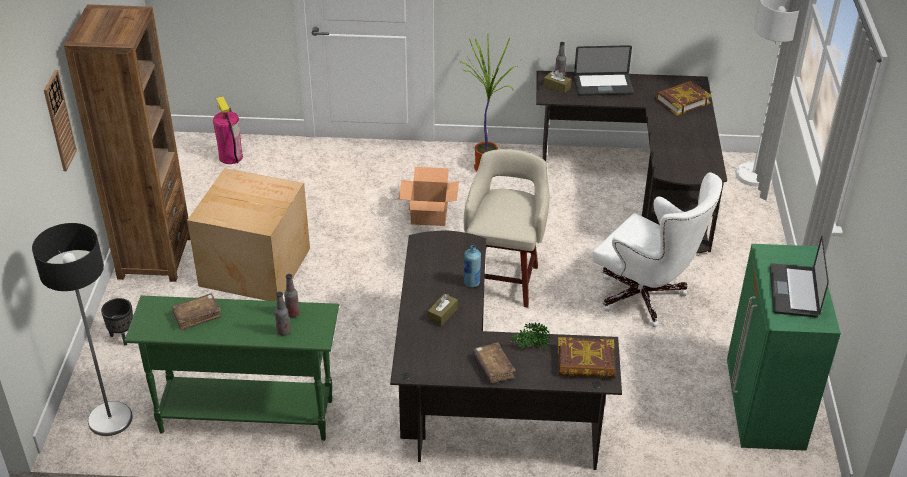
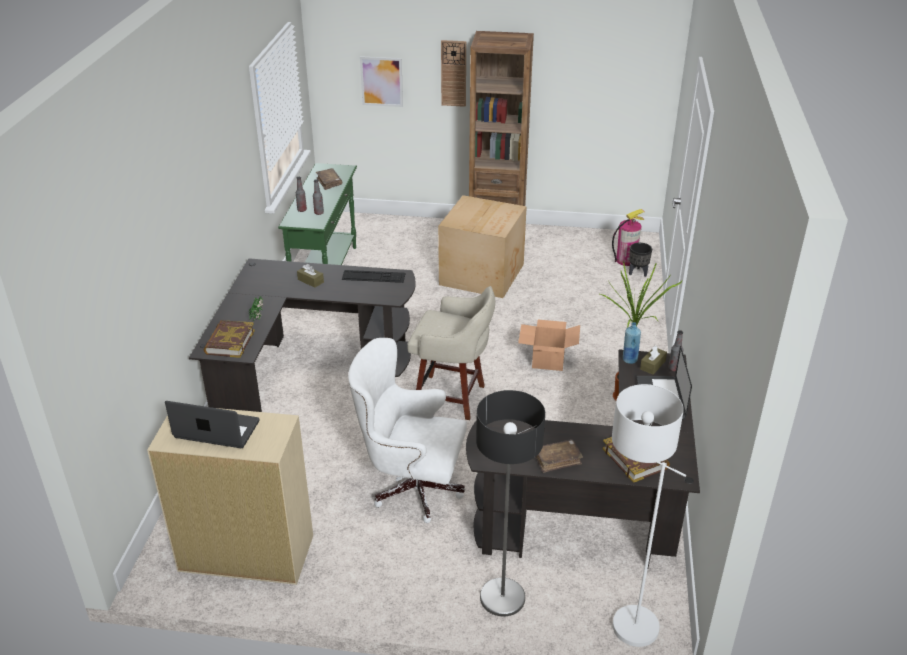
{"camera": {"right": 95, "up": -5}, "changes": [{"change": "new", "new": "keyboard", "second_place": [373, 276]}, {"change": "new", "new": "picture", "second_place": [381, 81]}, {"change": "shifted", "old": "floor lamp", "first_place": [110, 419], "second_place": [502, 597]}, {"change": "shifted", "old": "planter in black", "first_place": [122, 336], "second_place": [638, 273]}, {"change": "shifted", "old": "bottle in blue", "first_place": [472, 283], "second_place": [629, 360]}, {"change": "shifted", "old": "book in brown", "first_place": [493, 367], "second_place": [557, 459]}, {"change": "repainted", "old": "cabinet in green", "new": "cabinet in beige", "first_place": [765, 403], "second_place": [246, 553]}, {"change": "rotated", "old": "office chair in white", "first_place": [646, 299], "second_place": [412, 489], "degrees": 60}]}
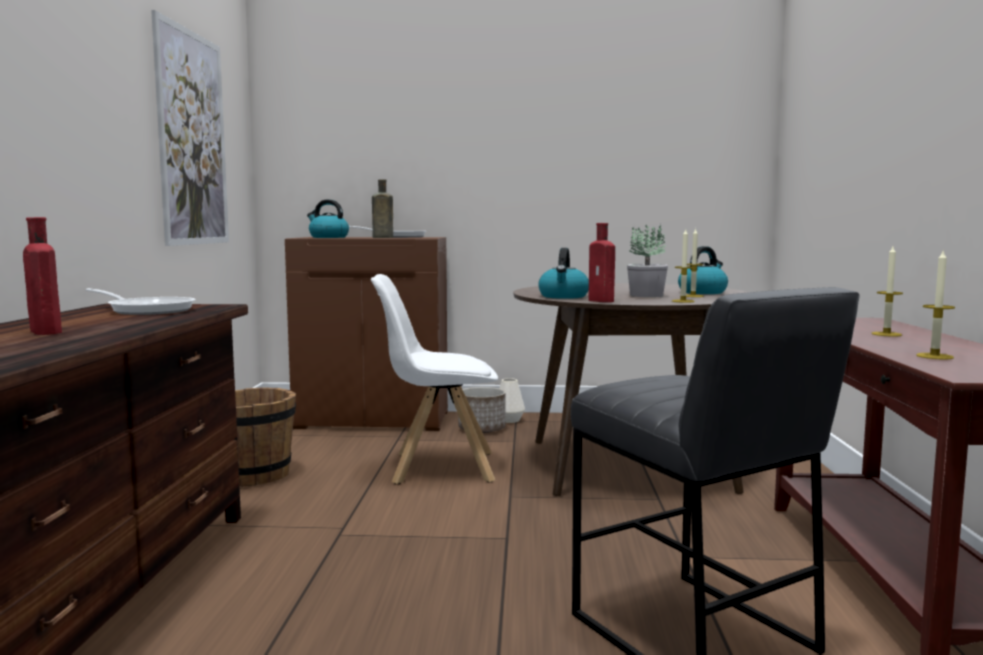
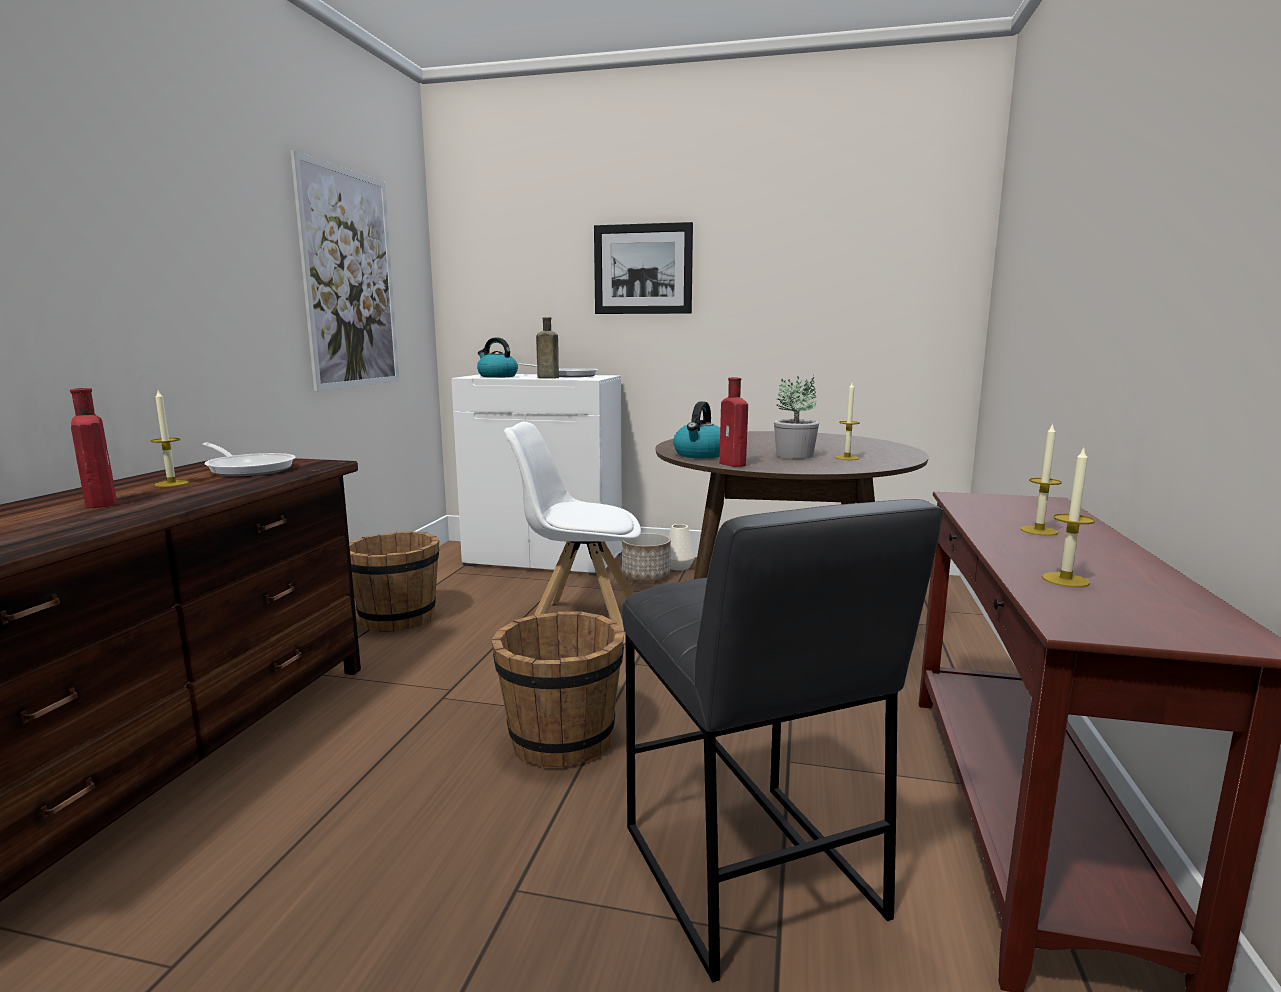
{"camera": {"right": 10, "up": 5}, "changes": [{"change": "gone", "old": "kettle", "first_place": [702, 292]}, {"change": "new", "new": "bucket in brown", "second_place": [561, 739]}, {"change": "new", "new": "picture", "second_place": [643, 269]}, {"change": "shifted", "old": "candle", "first_place": [683, 301], "second_place": [171, 483]}, {"change": "repainted", "old": "cabinet in brown", "new": "cabinet in white", "first_place": [374, 420], "second_place": [545, 559]}]}
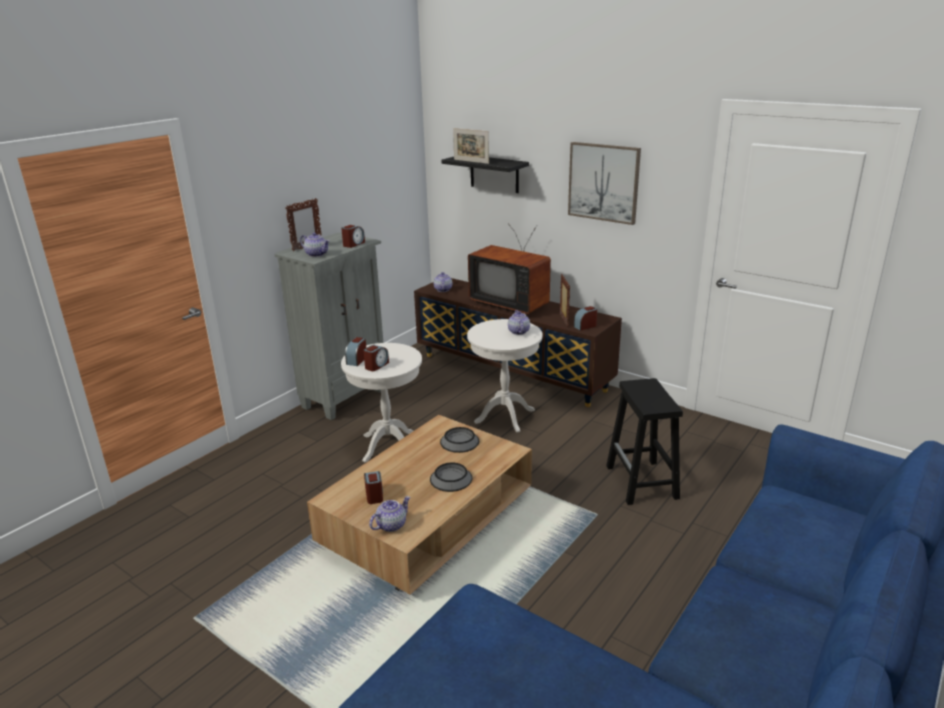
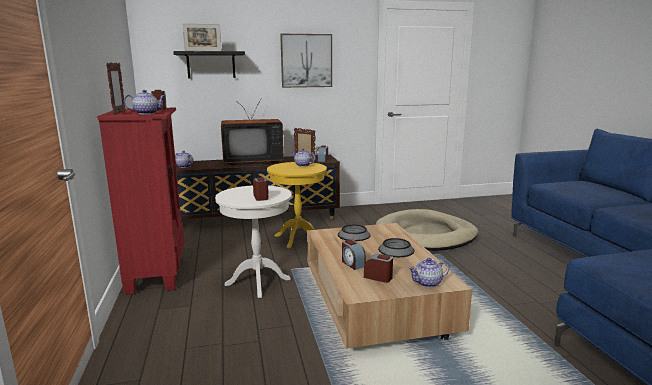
{"camera": {"right": -50, "up": -10}, "changes": [{"change": "shifted", "old": "alarm clock", "first_place": [357, 360], "second_place": [352, 264]}, {"change": "swapped", "old": "stool in black", "new": "dog bed in beige", "first_place": [642, 483], "second_place": [425, 235]}, {"change": "repainted", "old": "cabinet in grey", "new": "cabinet in red", "first_place": [344, 399], "second_place": [157, 275]}, {"change": "repainted", "old": "side table in white", "new": "side table in yellow", "first_place": [504, 416], "second_place": [298, 238]}, {"change": "rotated", "old": "teapot", "first_place": [391, 525], "second_place": [428, 283], "degrees": -105}]}
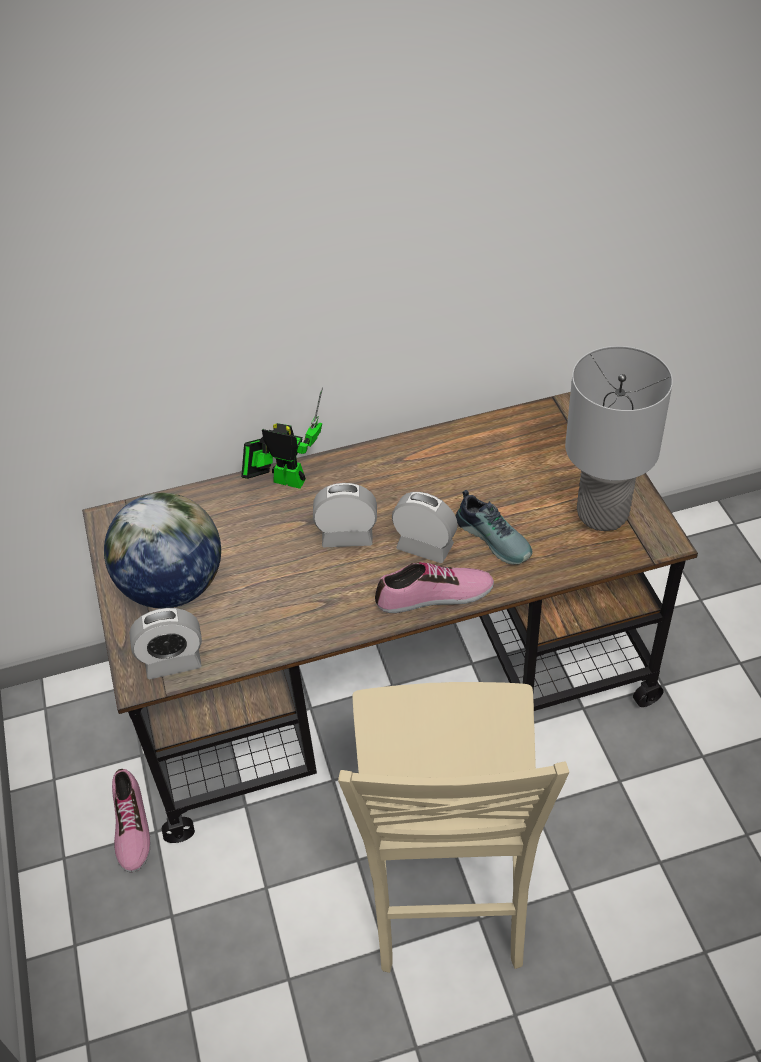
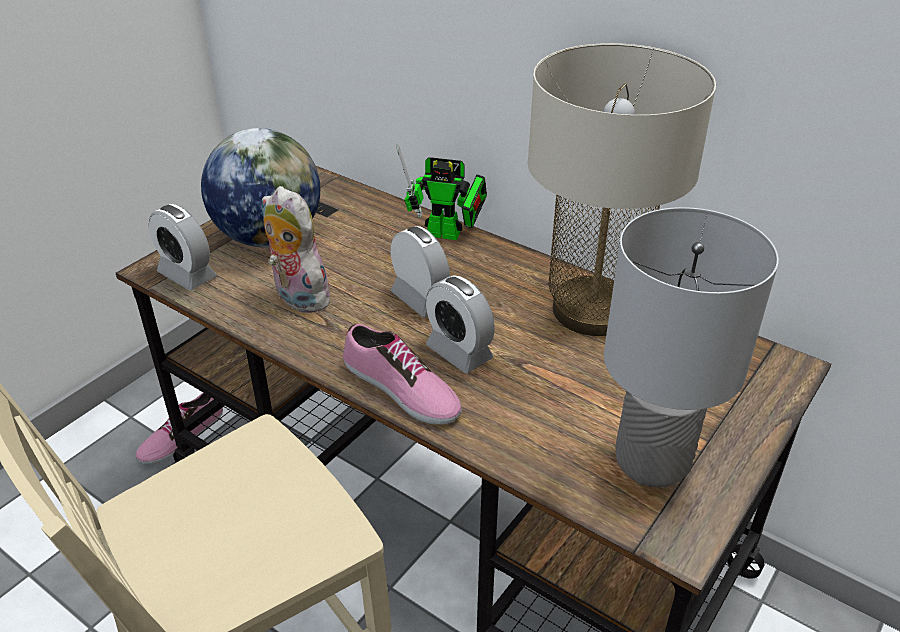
{"camera": {"right": 50, "up": -10}, "changes": [{"change": "gone", "old": "shoe", "first_place": [495, 537]}, {"change": "new", "new": "plush toy", "second_place": [297, 298]}, {"change": "new", "new": "table lamp", "second_place": [593, 311]}, {"change": "rotated", "old": "toy robot", "first_place": [284, 479], "second_place": [449, 234], "degrees": 120}, {"change": "rotated", "old": "alarm clock", "first_place": [425, 546], "second_place": [459, 352], "degrees": 150}]}
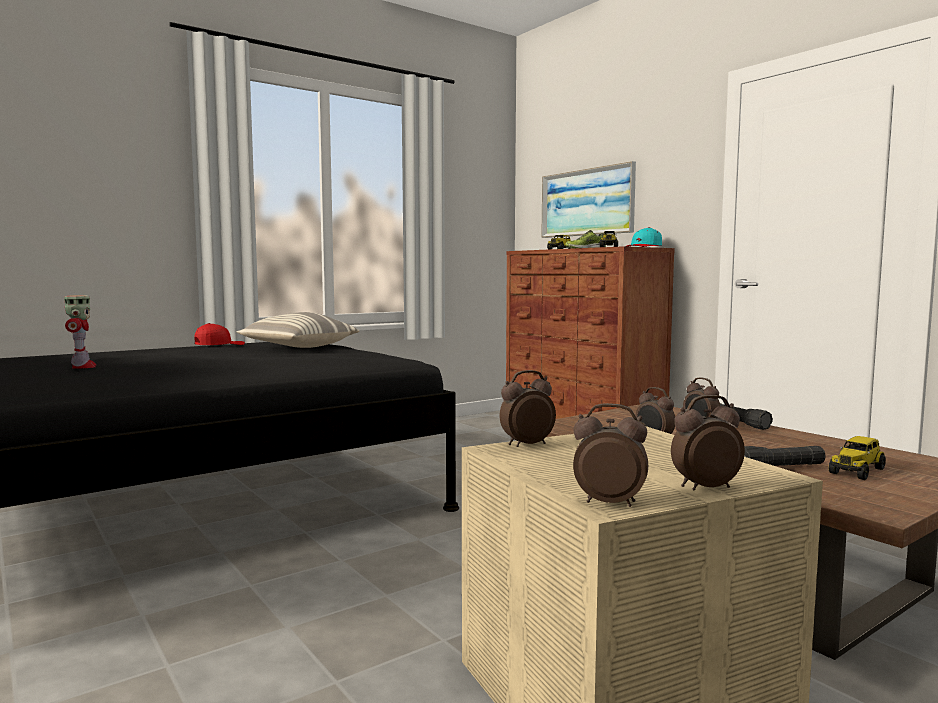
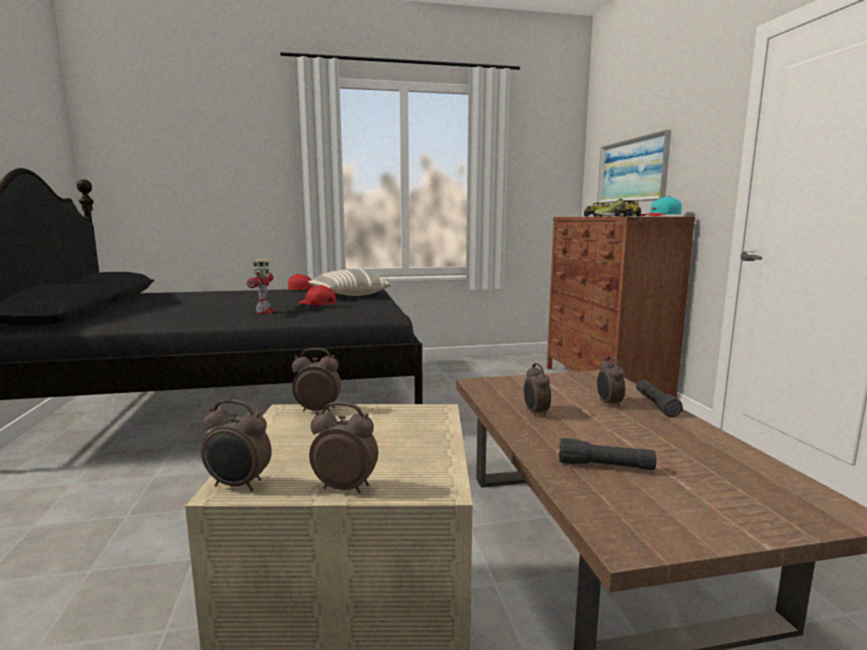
{"camera": {"right": 25, "up": 5}, "changes": [{"change": "gone", "old": "toy truck", "first_place": [857, 471]}, {"change": "new", "new": "cap in red", "second_place": [317, 304]}, {"change": "shifted", "old": "toy robot", "first_place": [82, 367], "second_place": [264, 312]}, {"change": "rotated", "old": "alarm clock", "first_place": [609, 502], "second_place": [238, 485], "degrees": 150}]}
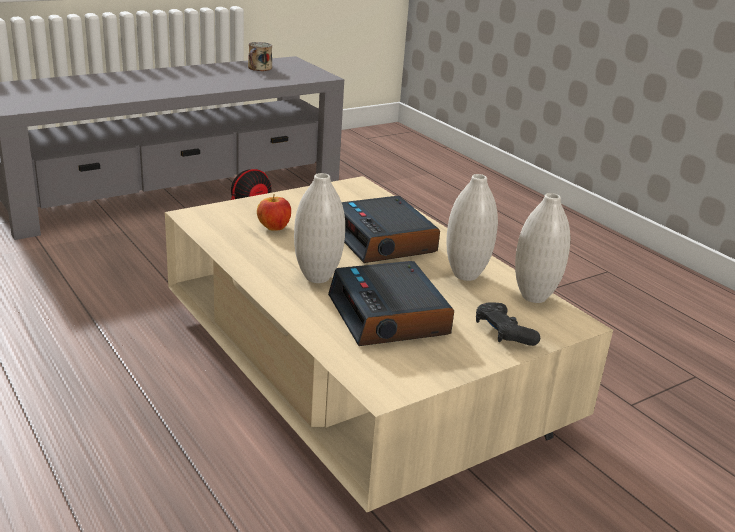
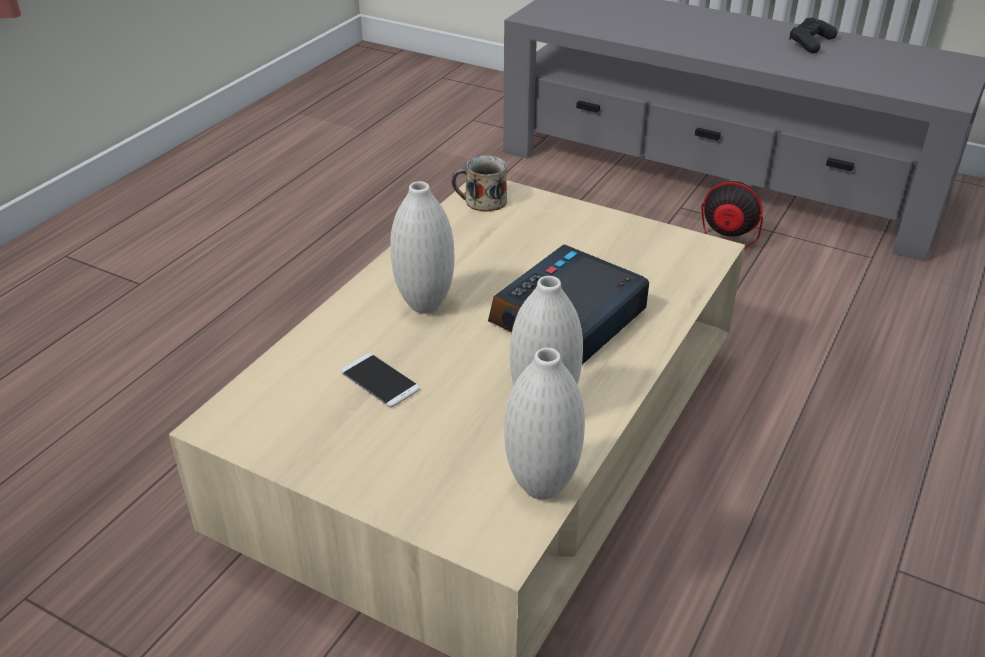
{"camera": {"right": 65, "up": 10}, "changes": [{"change": "gone", "old": "apple", "first_place": [274, 227]}, {"change": "shifted", "old": "mug", "first_place": [259, 68], "second_place": [483, 201]}, {"change": "shifted", "old": "game controller in black", "first_place": [503, 333], "second_place": [810, 43]}, {"change": "swapped", "old": "alarm clock", "new": "phone", "first_place": [390, 316], "second_place": [379, 381]}]}
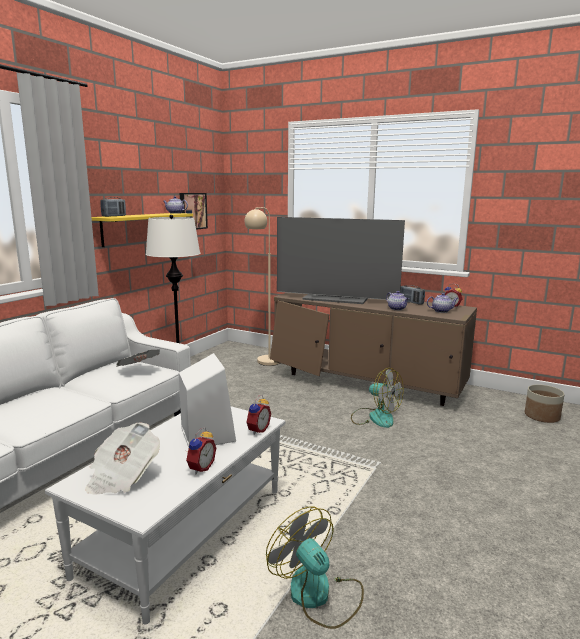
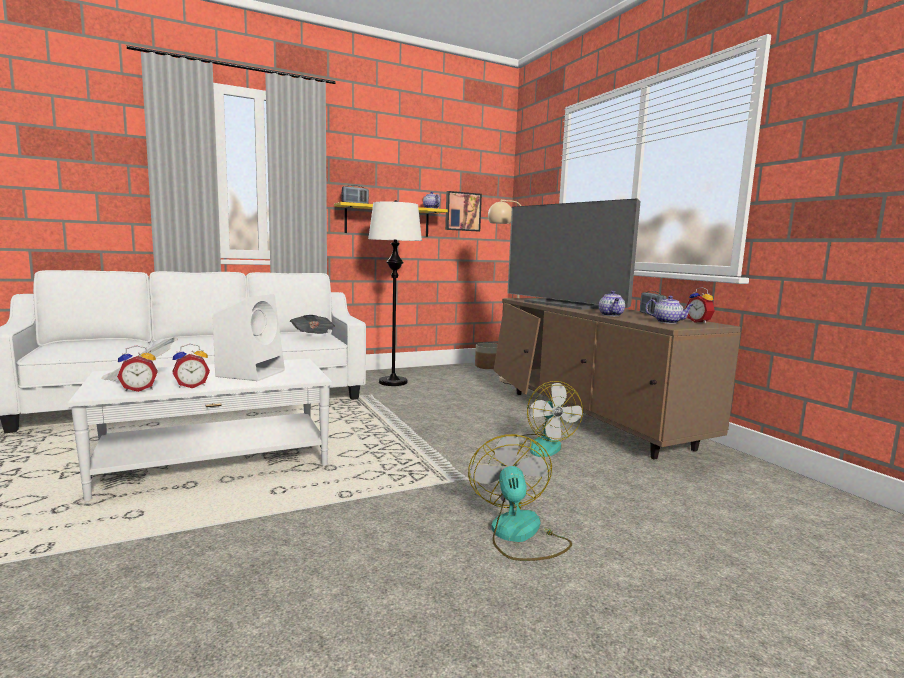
{"camera": {"right": 35, "up": -5}, "changes": [{"change": "shifted", "old": "alarm clock", "first_place": [257, 430], "second_place": [139, 389]}, {"change": "shifted", "old": "fan", "first_place": [318, 595], "second_place": [519, 535]}, {"change": "shifted", "old": "planter", "first_place": [542, 416], "second_place": [487, 366]}]}
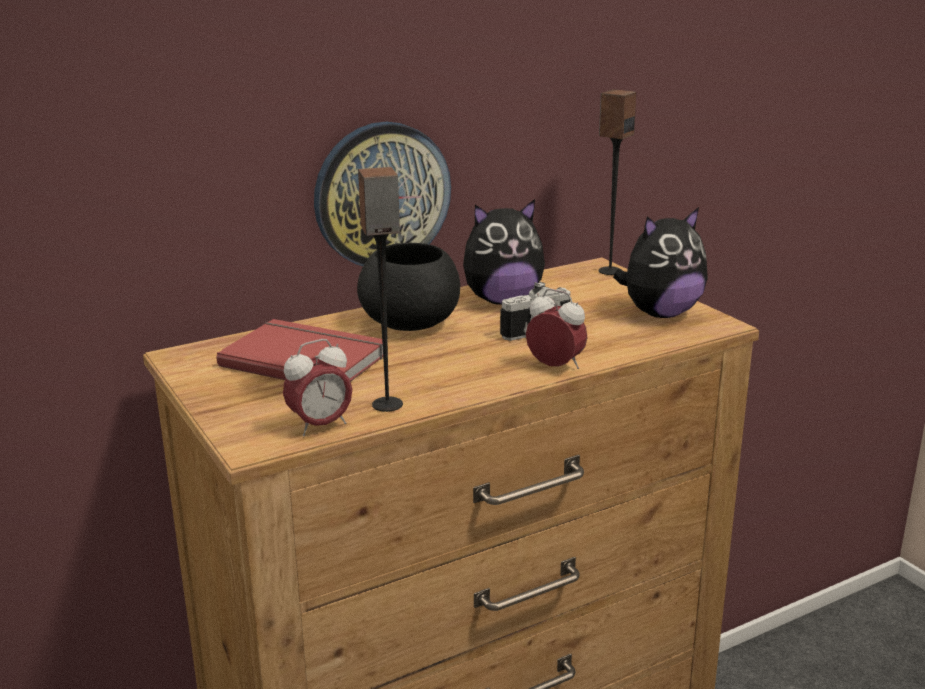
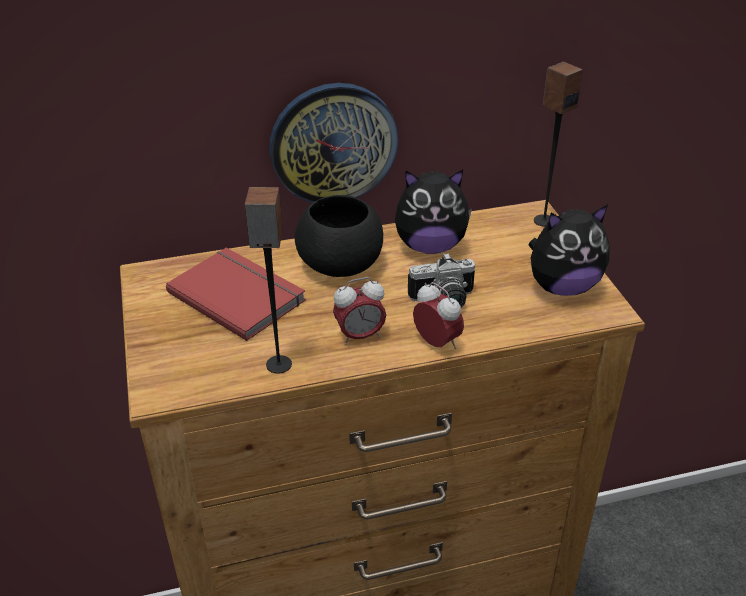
{"camera": {"right": 15, "up": 15}, "changes": [{"change": "shifted", "old": "alarm clock", "first_place": [320, 426], "second_place": [360, 336]}]}
